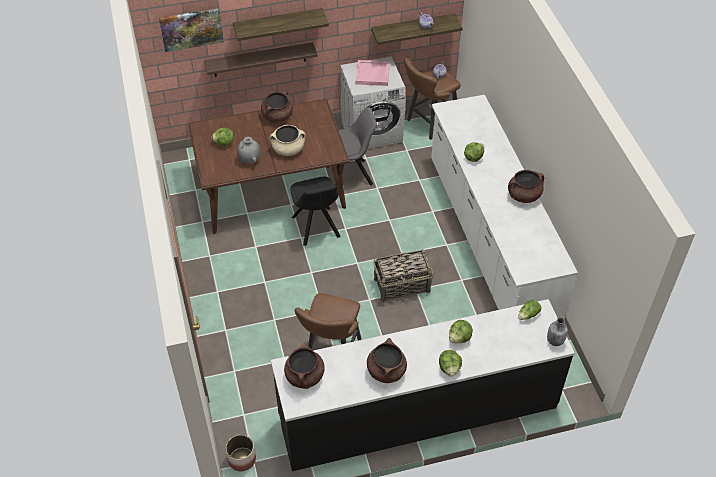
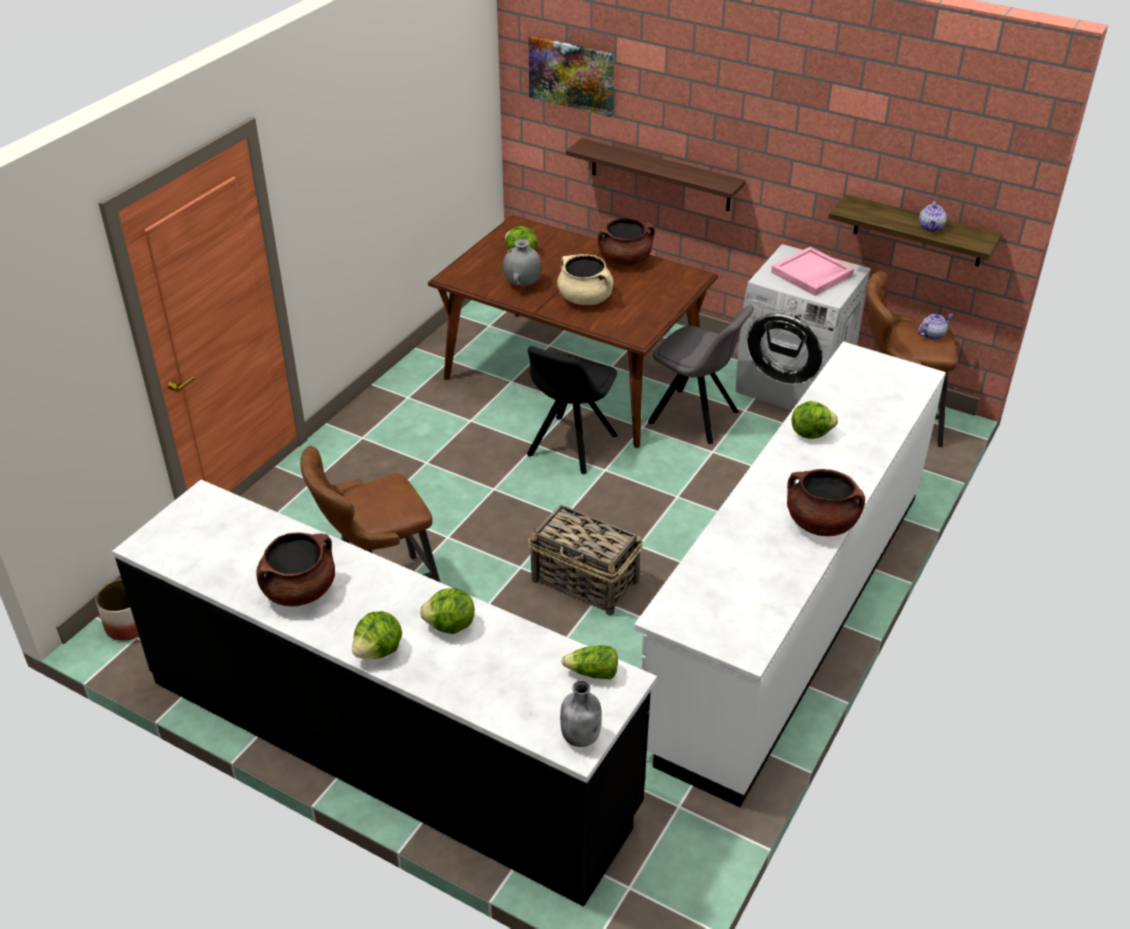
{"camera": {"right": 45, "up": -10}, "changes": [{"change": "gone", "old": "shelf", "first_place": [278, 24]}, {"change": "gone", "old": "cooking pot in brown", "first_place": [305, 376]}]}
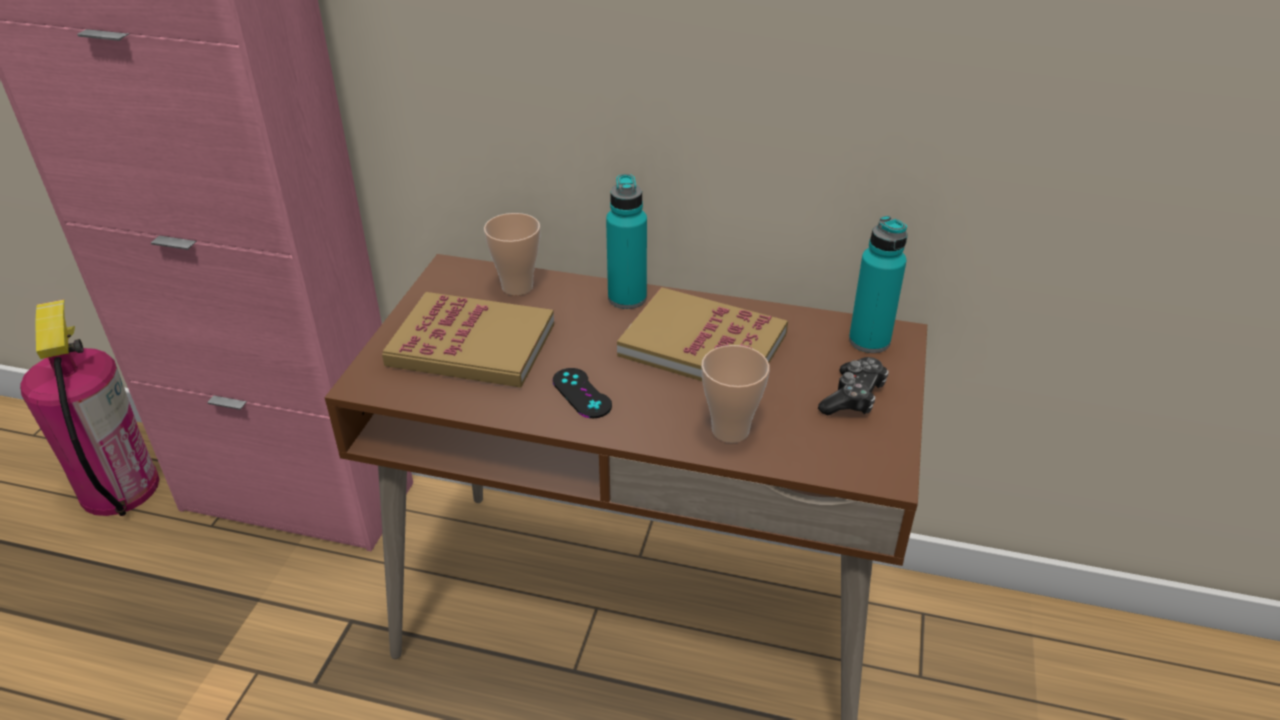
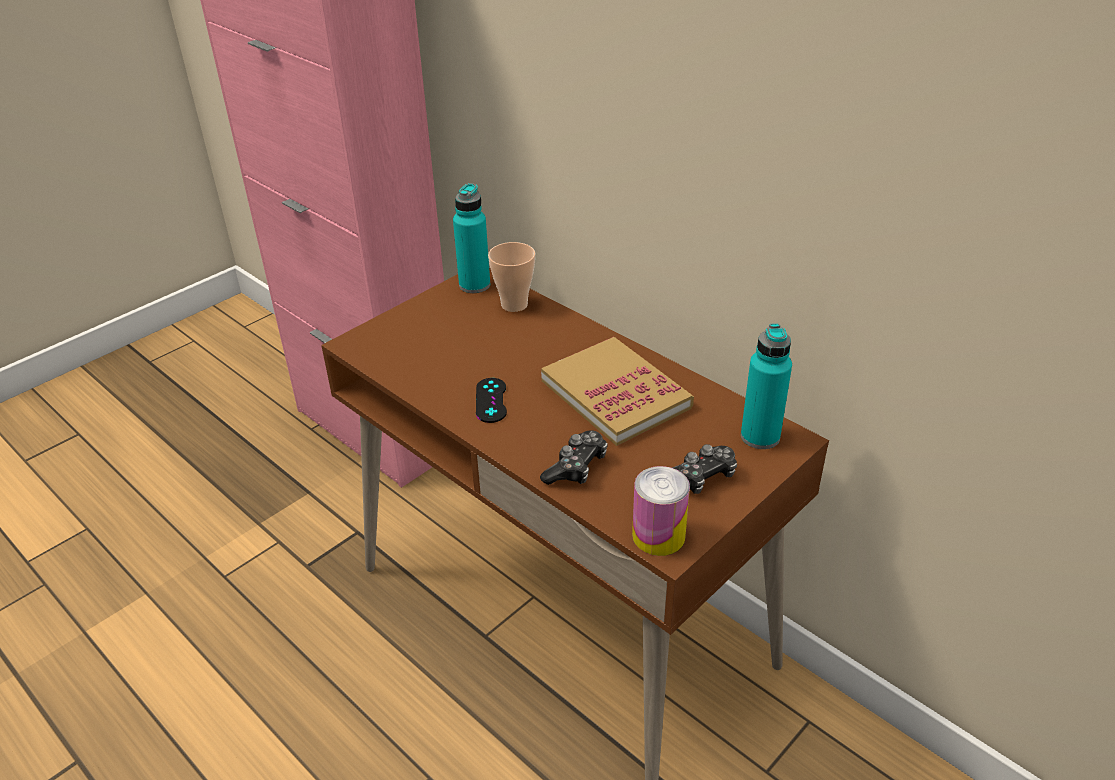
{"camera": {"right": 30, "up": 0}, "changes": [{"change": "gone", "old": "fire extinguisher", "first_place": [119, 488]}, {"change": "gone", "old": "book", "first_place": [471, 345]}, {"change": "new", "new": "can", "second_place": [658, 536]}, {"change": "shifted", "old": "bottle in turquoise", "first_place": [627, 298], "second_place": [474, 285]}, {"change": "swapped", "old": "cup", "new": "game controller", "first_place": [730, 430], "second_place": [576, 467]}]}
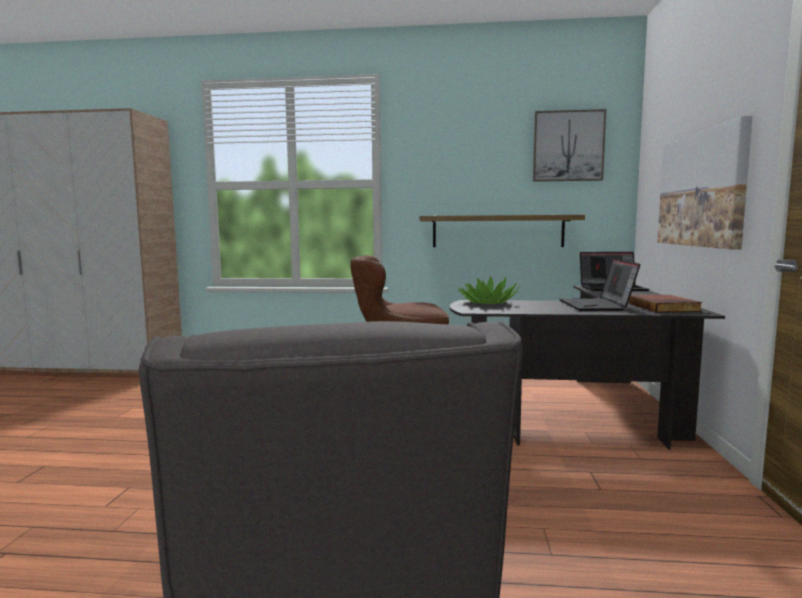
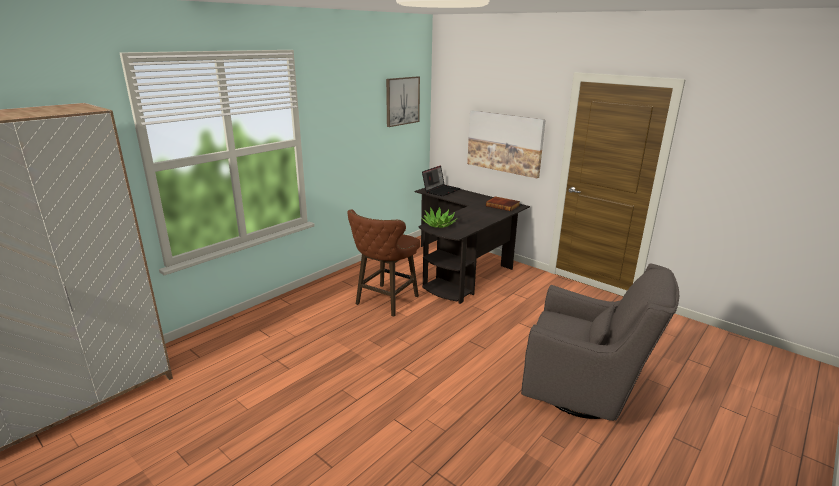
{"camera": {"right": -55, "up": 15}, "changes": [{"change": "gone", "old": "shelf", "first_place": [497, 231]}, {"change": "gone", "old": "laptop", "first_place": [597, 306]}]}
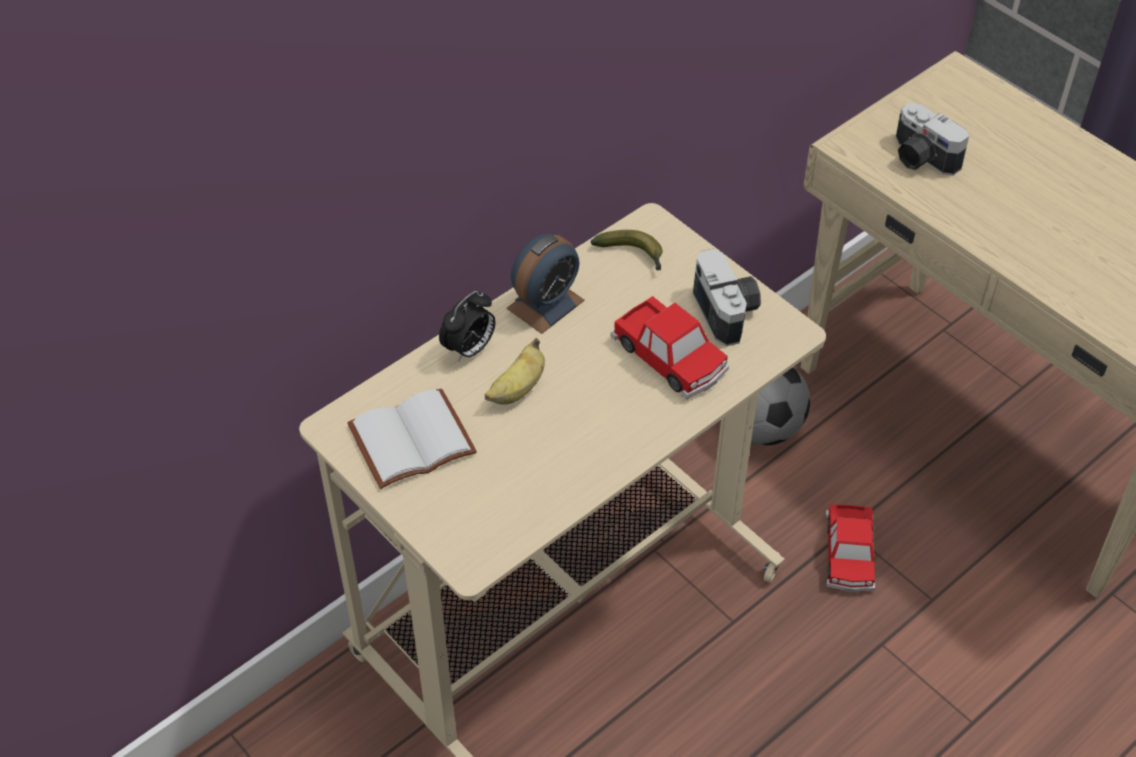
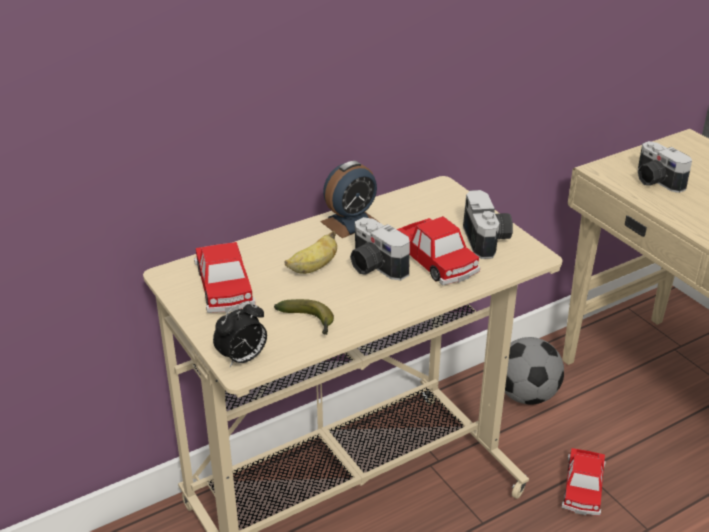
{"camera": {"right": 10, "up": -15}, "changes": [{"change": "new", "new": "photo camera", "second_place": [374, 266]}, {"change": "shifted", "old": "alarm clock", "first_place": [469, 349], "second_place": [243, 359]}, {"change": "shifted", "old": "banana", "first_place": [633, 255], "second_place": [309, 322]}, {"change": "swapped", "old": "book in white", "new": "toy car", "first_place": [412, 437], "second_place": [224, 287]}]}
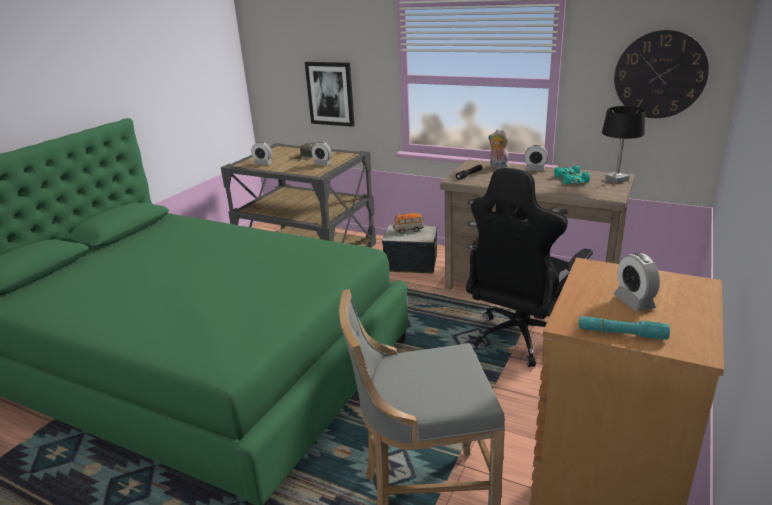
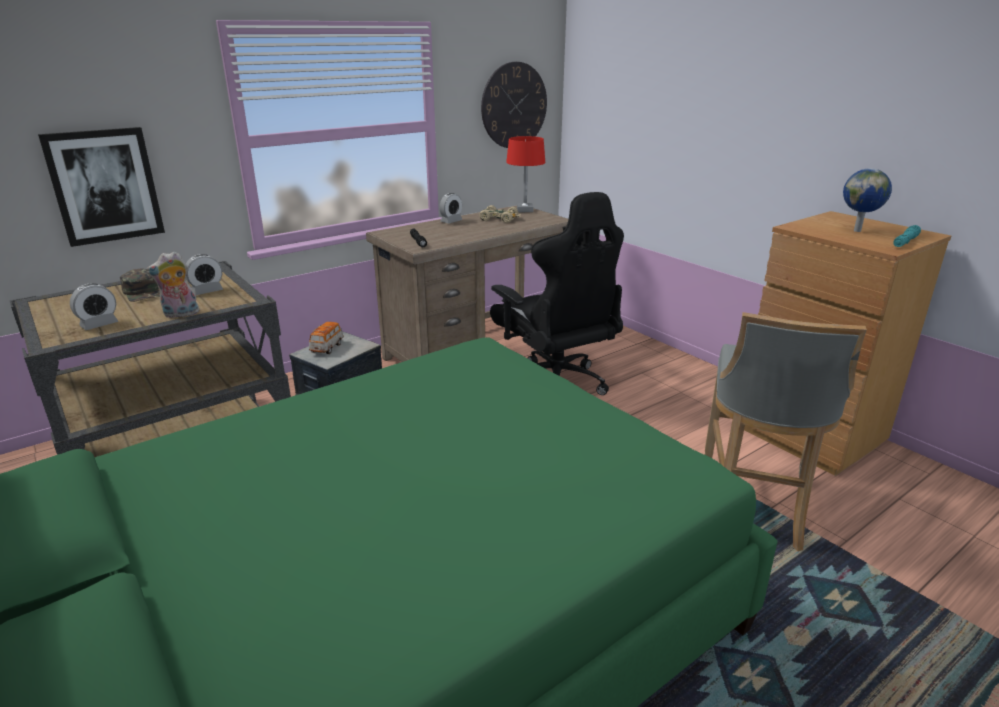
{"camera": {"right": -65, "up": 0}, "changes": [{"change": "shifted", "old": "plush toy", "first_place": [497, 167], "second_place": [180, 314]}, {"change": "swapped", "old": "alarm clock", "new": "globe", "first_place": [634, 302], "second_place": [858, 231]}, {"change": "repainted", "old": "toy car in turquoise", "new": "toy car in beige", "first_place": [571, 179], "second_place": [499, 219]}, {"change": "repainted", "old": "table lamp in black", "new": "table lamp in red", "first_place": [617, 180], "second_place": [525, 210]}]}
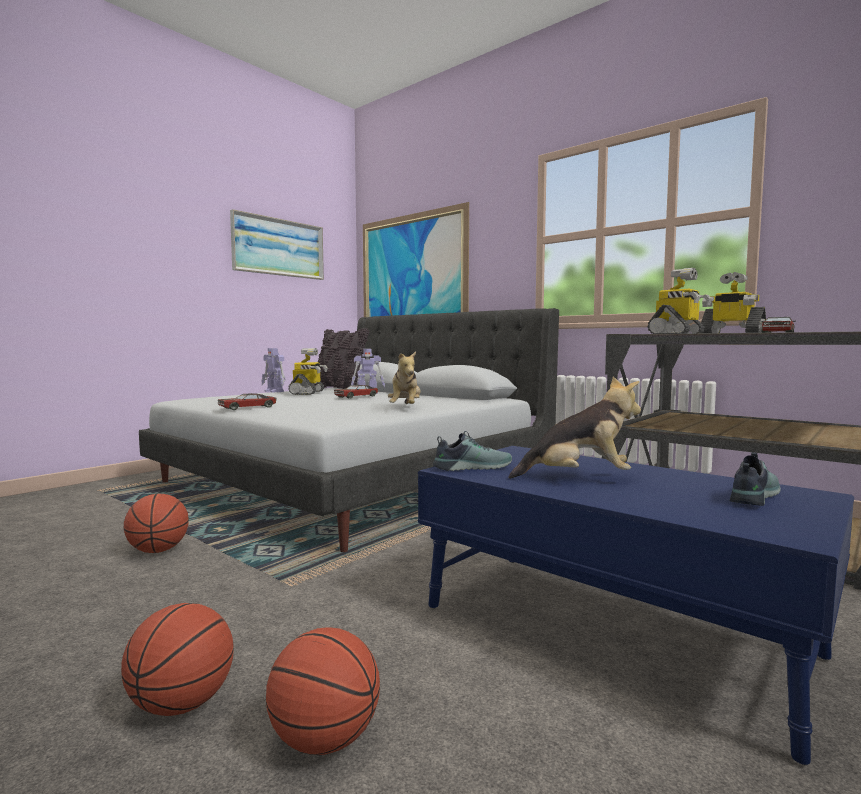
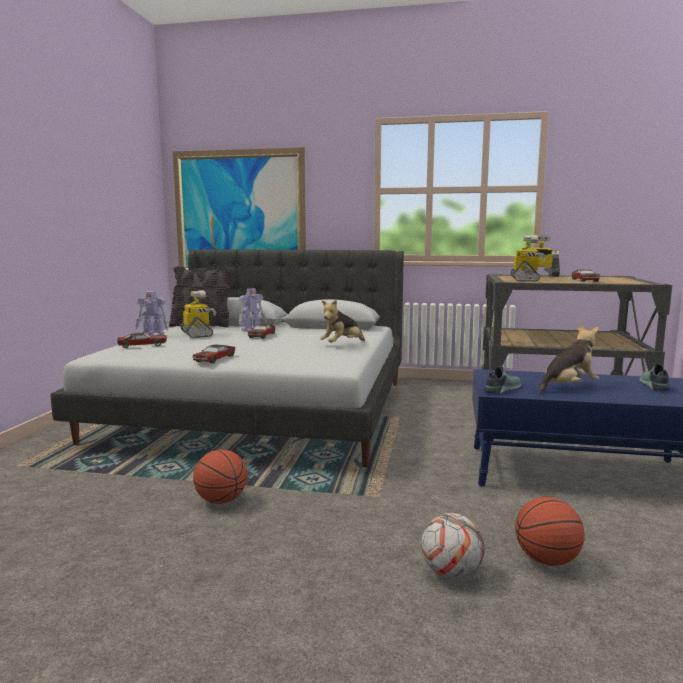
{"camera": {"right": -30, "up": 5}, "changes": [{"change": "gone", "old": "picture", "first_place": [279, 247]}, {"change": "new", "new": "toy car", "second_place": [143, 345]}, {"change": "swapped", "old": "basketball", "new": "football", "first_place": [182, 704], "second_place": [451, 573]}, {"change": "rotated", "old": "plush toy", "first_place": [405, 408], "second_place": [342, 345], "degrees": 75}]}
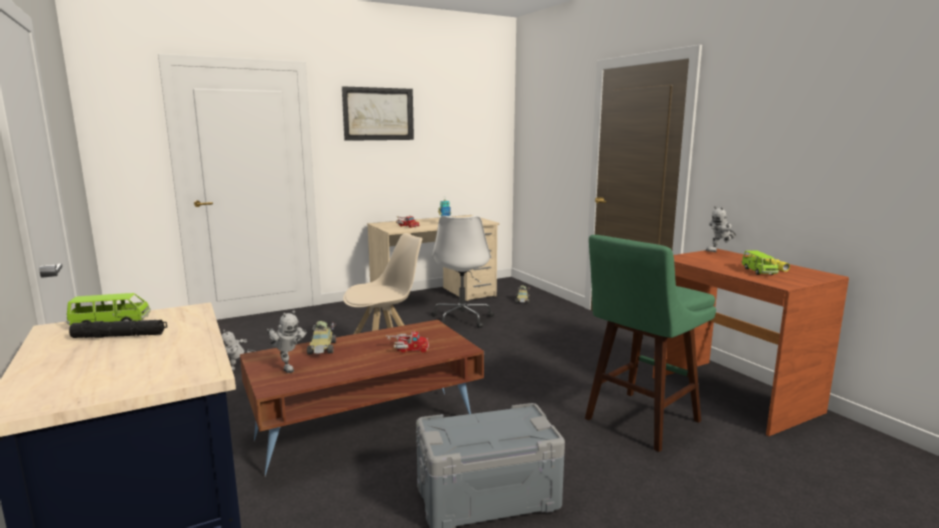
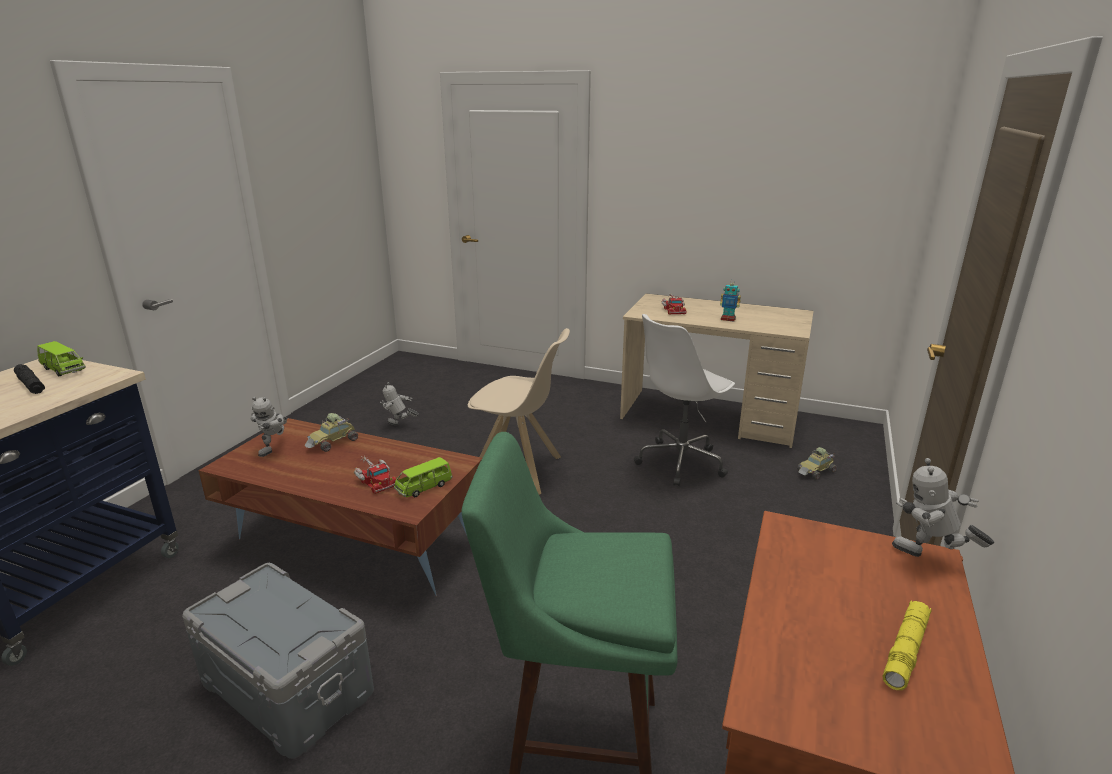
{"camera": {"right": 50, "up": 10}, "changes": [{"change": "gone", "old": "picture", "first_place": [378, 114]}, {"change": "shifted", "old": "toy car in green", "first_place": [758, 271], "second_place": [424, 487]}]}
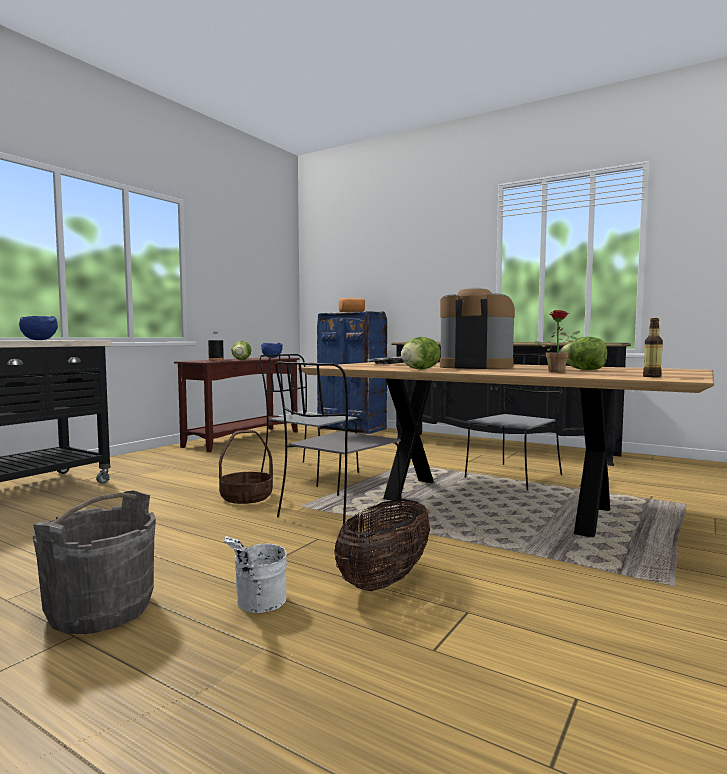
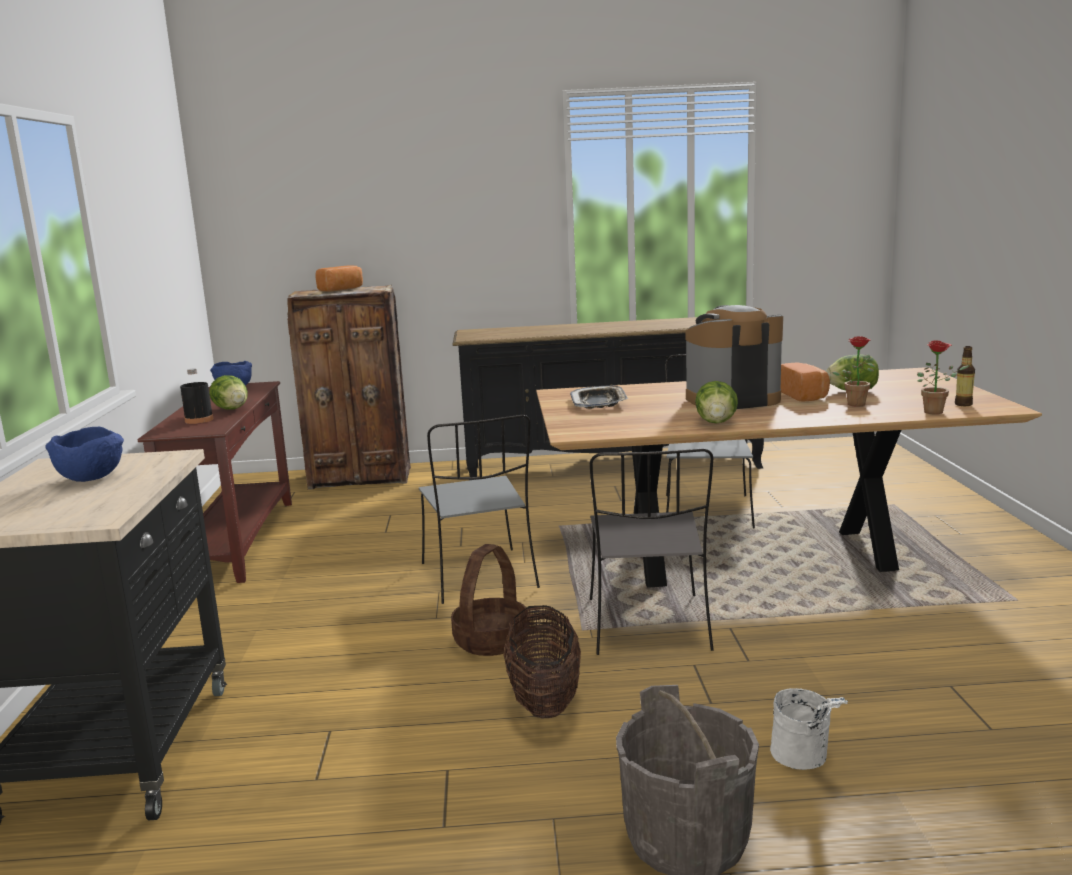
{"camera": {"right": -35, "up": 10}, "changes": [{"change": "new", "new": "bread", "second_place": [804, 395]}, {"change": "new", "new": "potted plant", "second_place": [937, 412]}, {"change": "shifted", "old": "basket", "first_place": [385, 580], "second_place": [544, 700]}, {"change": "repainted", "old": "cabinet in blue", "new": "cabinet in brown", "first_place": [352, 428], "second_place": [361, 477]}, {"change": "rotated", "old": "chair in grey", "first_place": [307, 473], "second_place": [480, 577], "degrees": -105}]}
